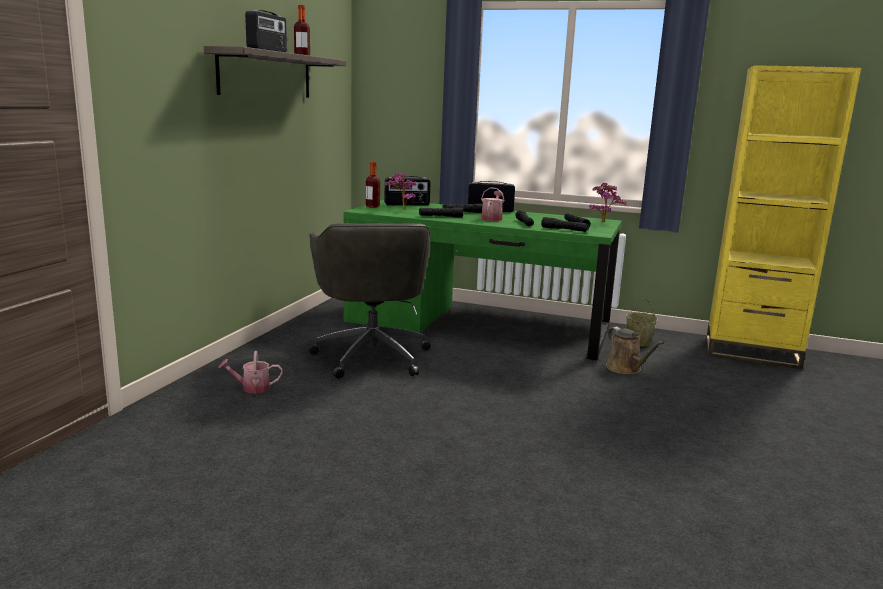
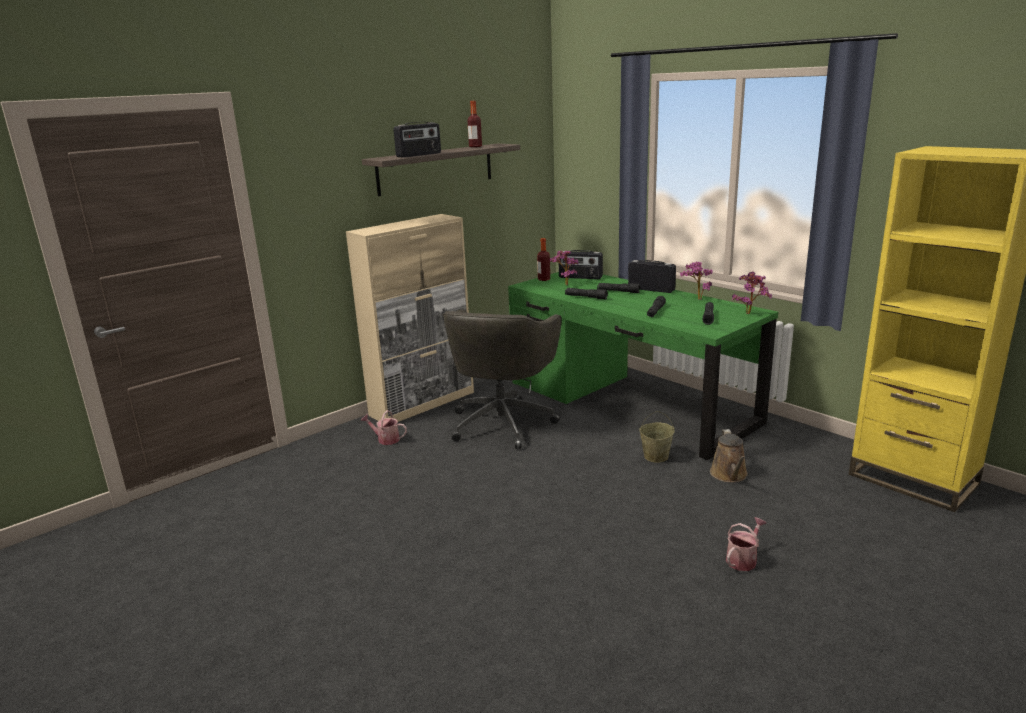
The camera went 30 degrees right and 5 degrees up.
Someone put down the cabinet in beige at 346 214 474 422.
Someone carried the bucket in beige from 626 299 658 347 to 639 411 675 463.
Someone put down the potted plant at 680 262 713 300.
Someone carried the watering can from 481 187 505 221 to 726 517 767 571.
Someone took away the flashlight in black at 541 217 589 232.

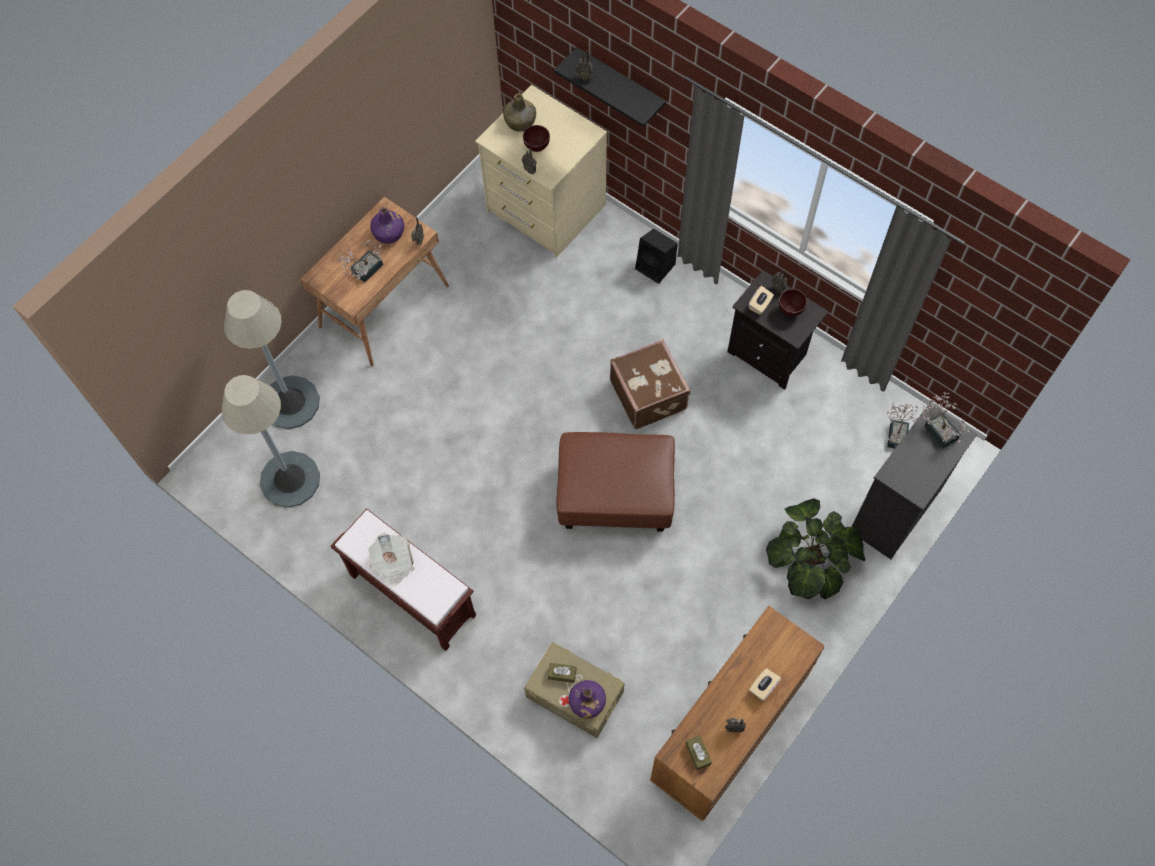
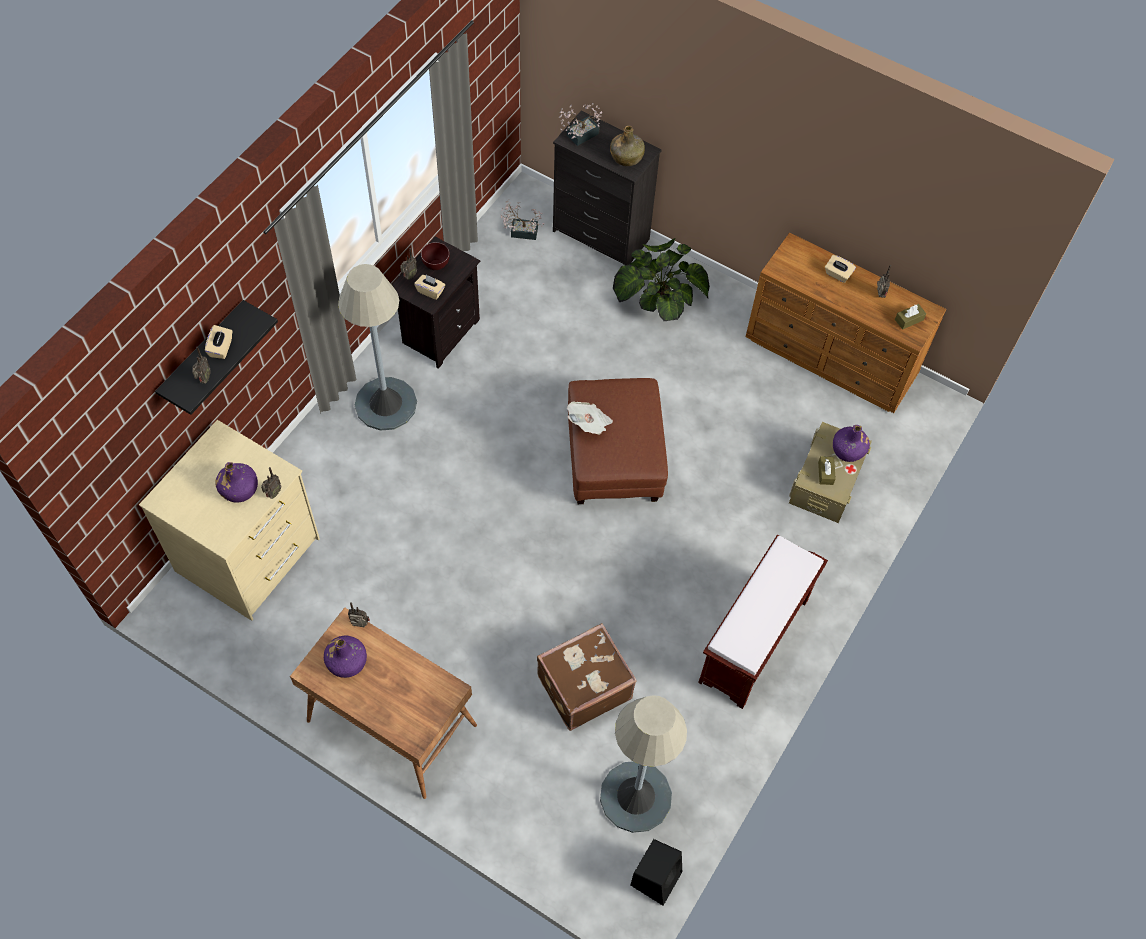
The camera went 100 degrees left and 5 degrees down.
Someone put down the tissue box in beige at 205 325 233 359.
Someone swapped the bowl in brown at 523 125 550 152 for the bottle in purple at 215 462 258 503.
Someone carried the floor lamp in grey from 224 290 320 429 to 338 264 417 431.
Someone carried the suitcase in brown from 610 340 691 429 to 537 623 637 731.
Someone carried the newspaper from 368 533 415 586 to 567 402 613 435.
Someone carried the bottle in green from 503 93 536 132 to 610 125 645 166.
Someone carried the speaker in black from 635 229 678 284 to 631 839 682 906.
Someone took away the potted plant at 339 240 383 283.

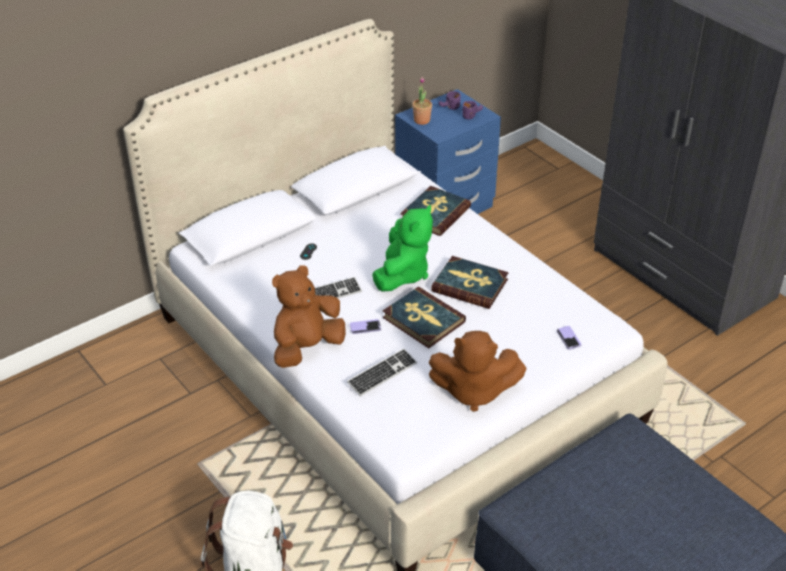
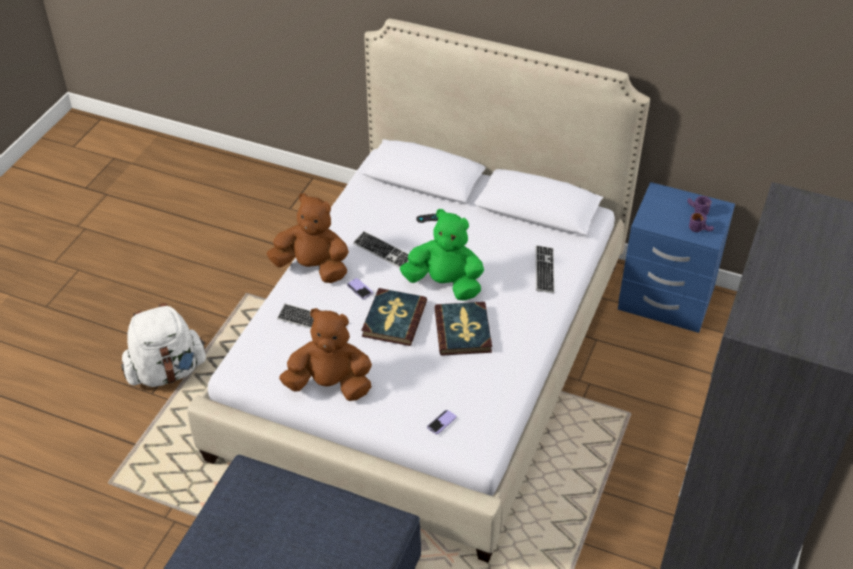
The camera went 60 degrees right and 5 degrees up.
Someone rotated the plush toy in brown at 429 331 526 412 by 120 degrees clockwise.
Someone rotated the plush toy in green at 372 205 433 292 by 150 degrees counterclockwise.
Someone swapped the book at 400 186 471 236 for the keyboard at 536 245 555 293.
Someone took away the potted plant at 413 77 432 125.

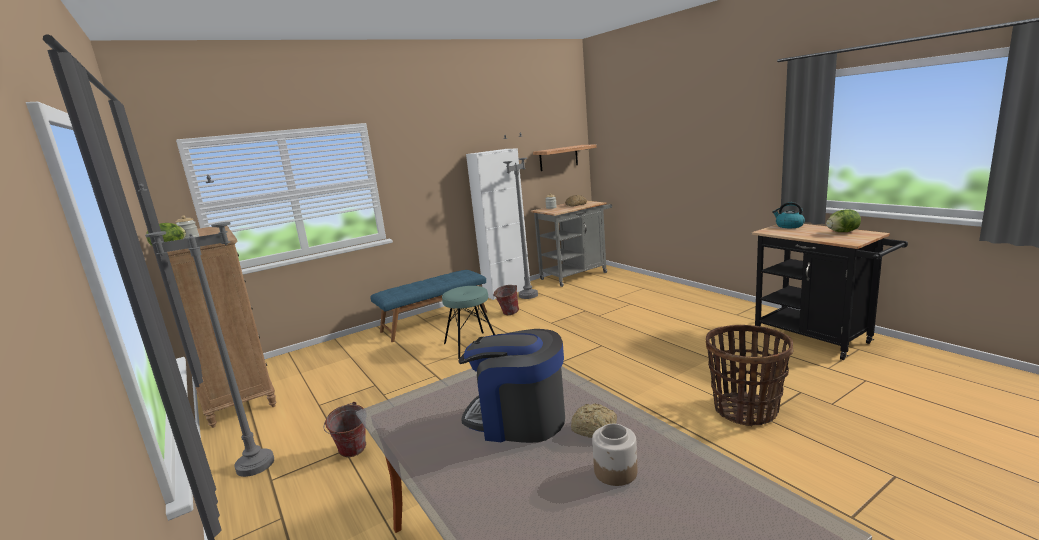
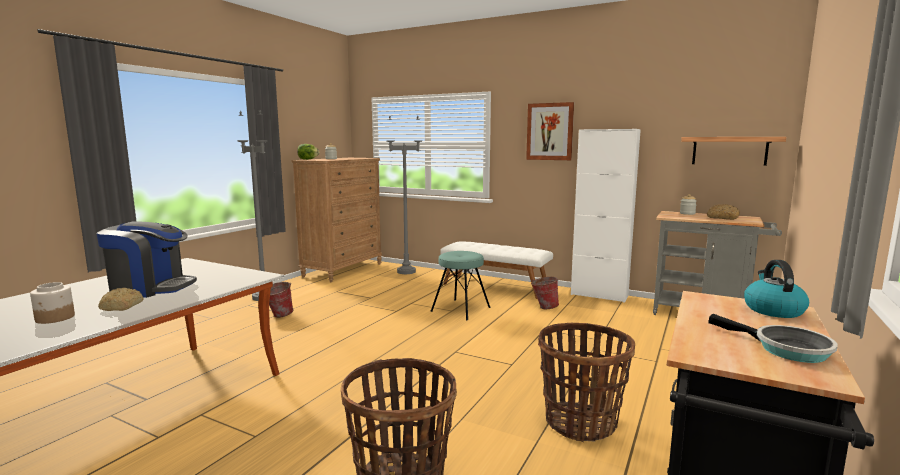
The camera went 60 degrees right and 5 degrees down.
Someone rotated the coffee machine at 458 329 565 443 by 105 degrees clockwise.
Someone carried the floor lamp in grey from 503 132 538 299 to 386 116 422 274.
Someone repainted the bench in blue at 370 270 487 342, which became the bench in white at 440 241 553 299.
Someone put up the picture at 526 102 574 160.
Someone put down the basket at 538 323 635 442.
Someone swapped the lettuce at 826 209 861 232 for the frying pan at 708 314 838 363.

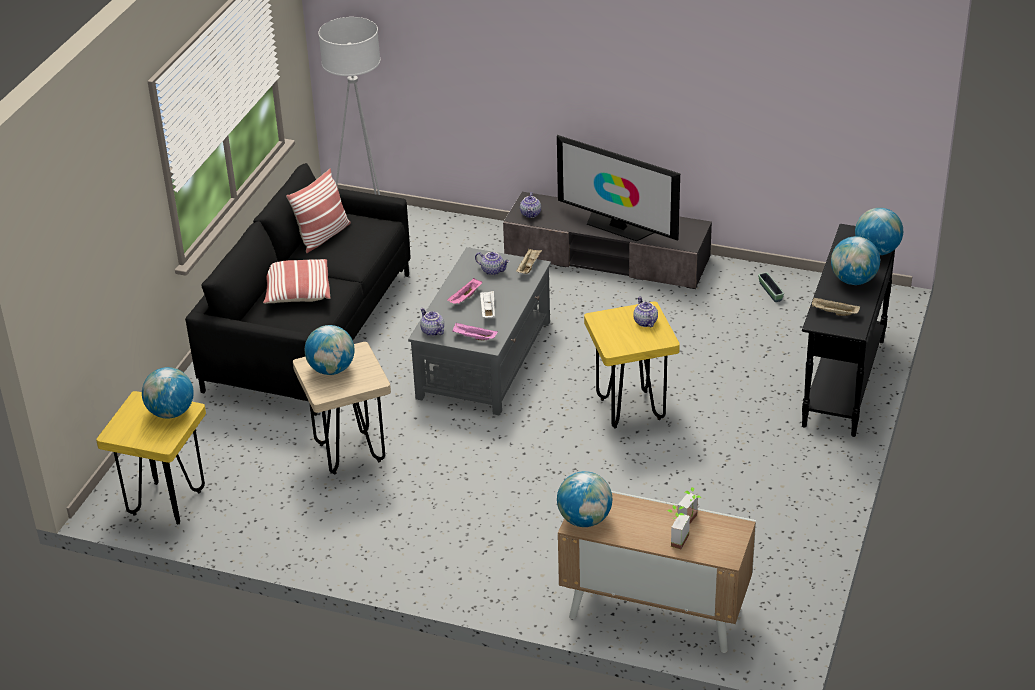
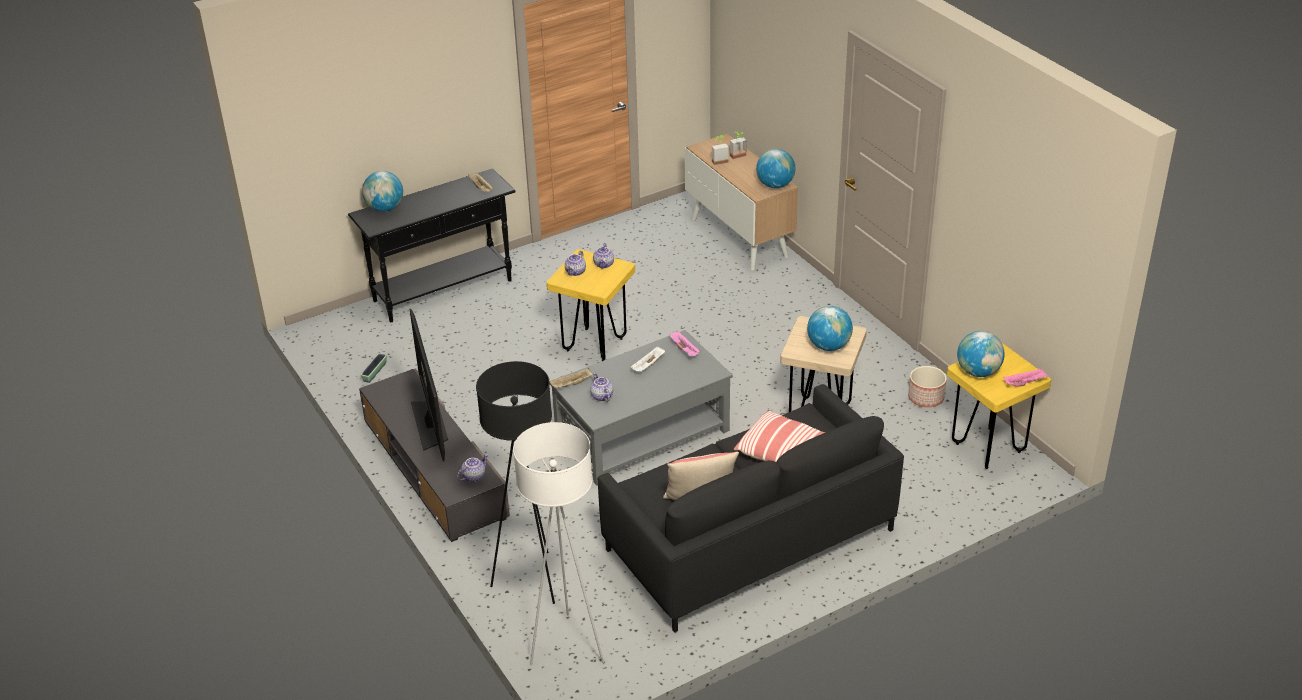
The camera went 140 degrees left and 0 degrees up.
Someone put down the floor lamp in black at 476 361 555 604.
Someone carried the teapot from 420 308 444 336 to 593 243 614 269.
Someone put down the planter at 908 366 947 408.
Someone carried the tray in pink from 447 278 482 304 to 1004 368 1049 387.
Someone took away the globe at 831 236 880 285.

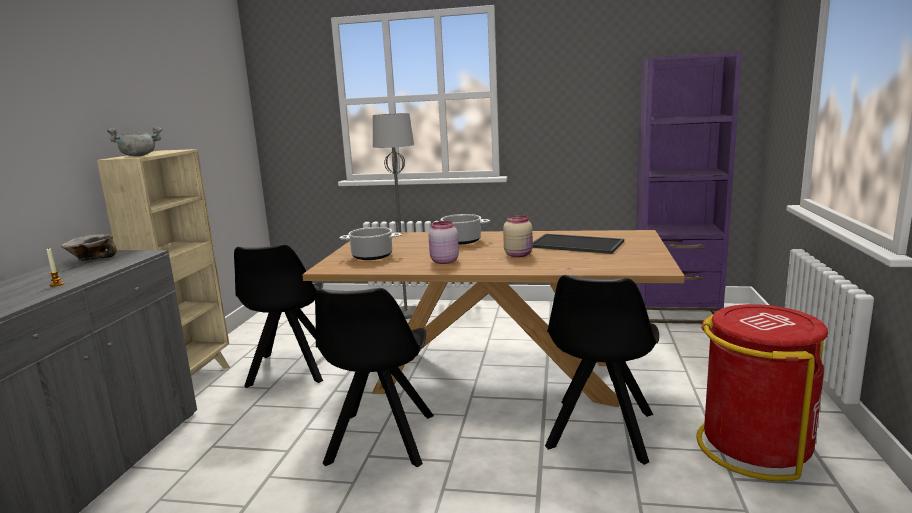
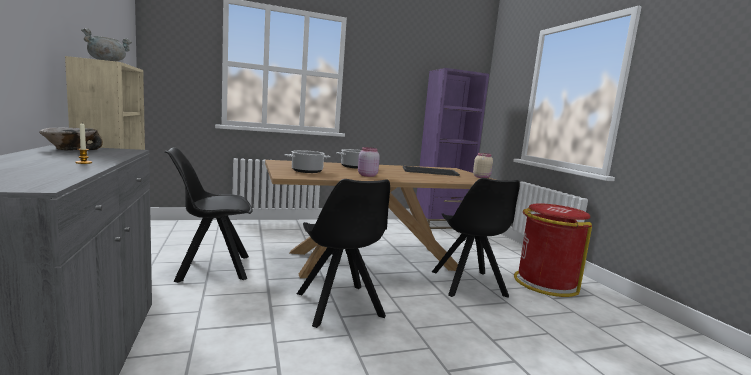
The camera went 30 degrees left and 5 degrees down.
Someone rotated the chair in black at 234 244 323 388 by 105 degrees clockwise.
Someone carried the jar in beige from 503 215 533 257 to 473 153 493 178.
Someone took away the floor lamp in grey at 373 113 417 319.

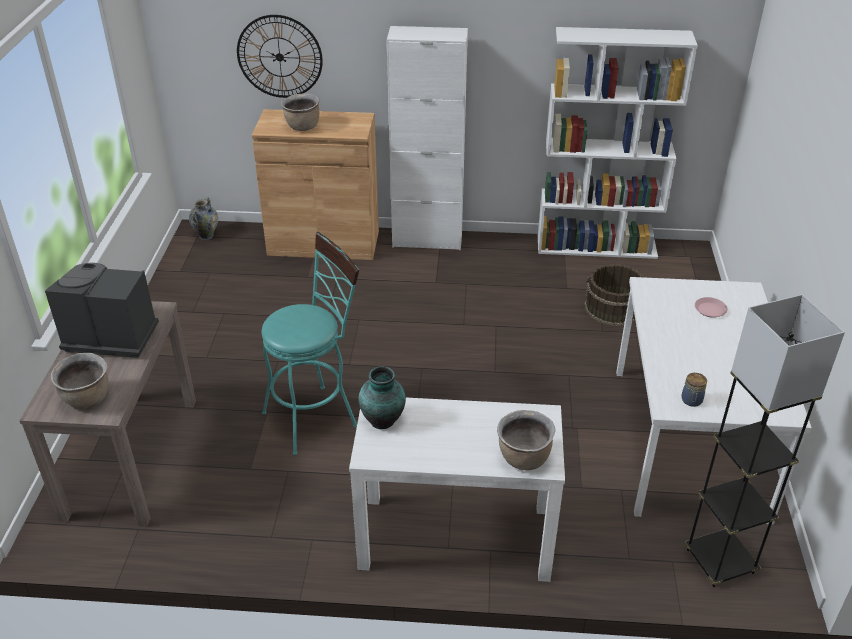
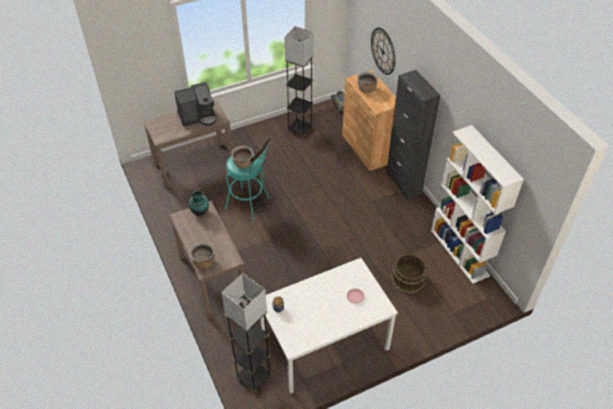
The camera went 60 degrees right and 10 degrees up.
Someone repainted the console table in white at 349 398 565 582, which became the console table in brown at 170 201 248 319.
Someone rotated the coffee machine at 45 263 159 358 by 90 degrees clockwise.
Someone carried the cooking pot in brown from 51 353 108 409 to 231 146 253 169.
Someone put down the floor lamp in grey at 285 26 314 138.
Someone repainted the cabinet in white at 387 26 468 250, which became the cabinet in black at 386 70 441 199.

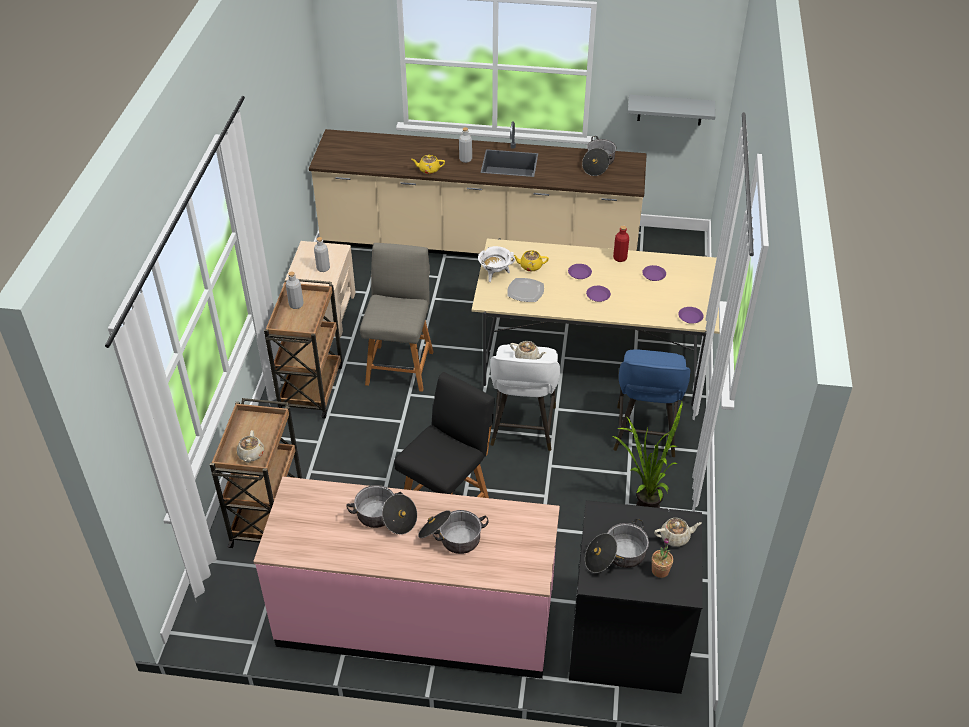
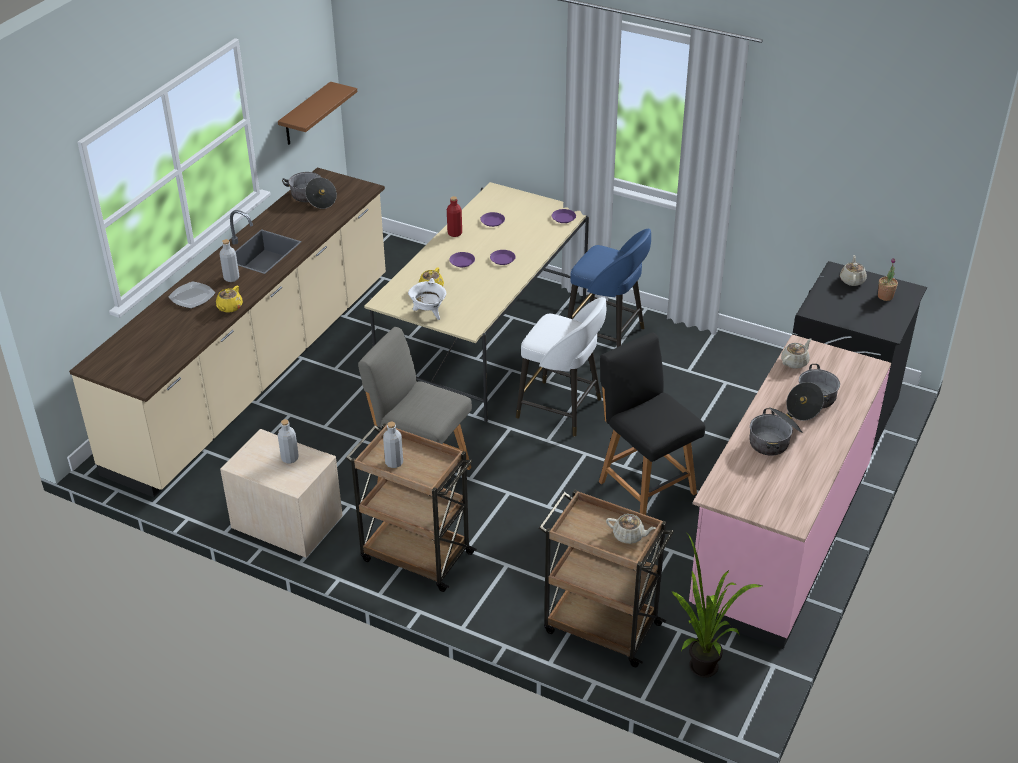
The camera went 70 degrees left and 5 degrees down.
Someone carried the plate from 507 278 544 302 to 168 281 216 308.
Someone repainted the shelf in grey at 628 95 716 125, which became the shelf in brown at 278 82 357 145.
Someone carried the potted plant from 613 400 683 508 to 671 533 763 678.
Someone carried the teapot in beige from 510 341 546 360 to 781 338 811 369.
Someone took away the cooking pot at 585 519 649 573.

